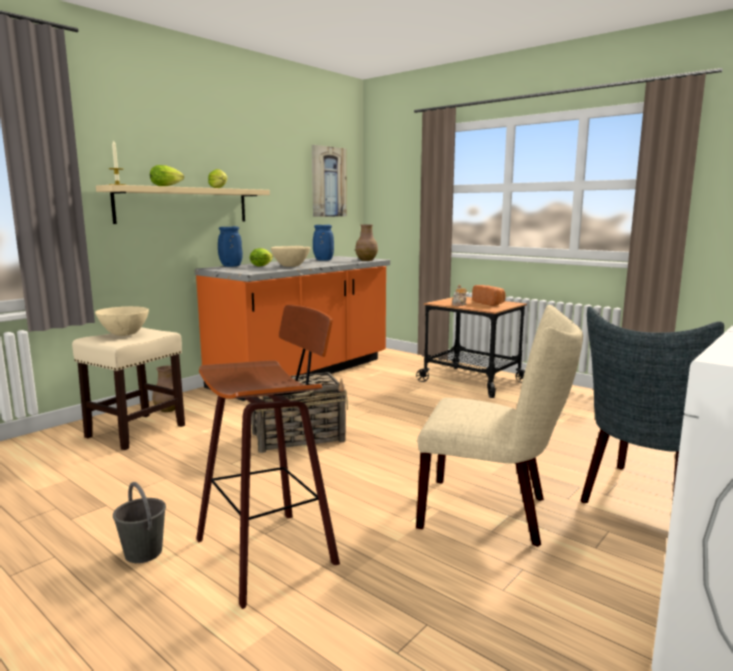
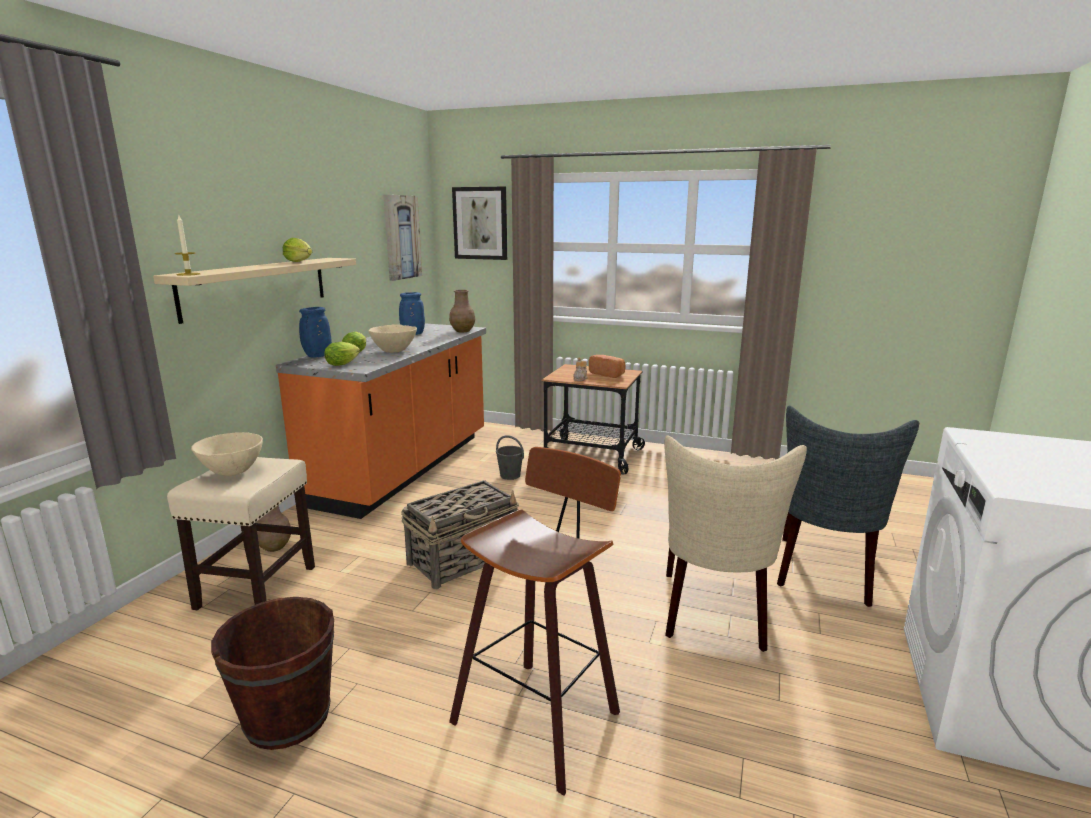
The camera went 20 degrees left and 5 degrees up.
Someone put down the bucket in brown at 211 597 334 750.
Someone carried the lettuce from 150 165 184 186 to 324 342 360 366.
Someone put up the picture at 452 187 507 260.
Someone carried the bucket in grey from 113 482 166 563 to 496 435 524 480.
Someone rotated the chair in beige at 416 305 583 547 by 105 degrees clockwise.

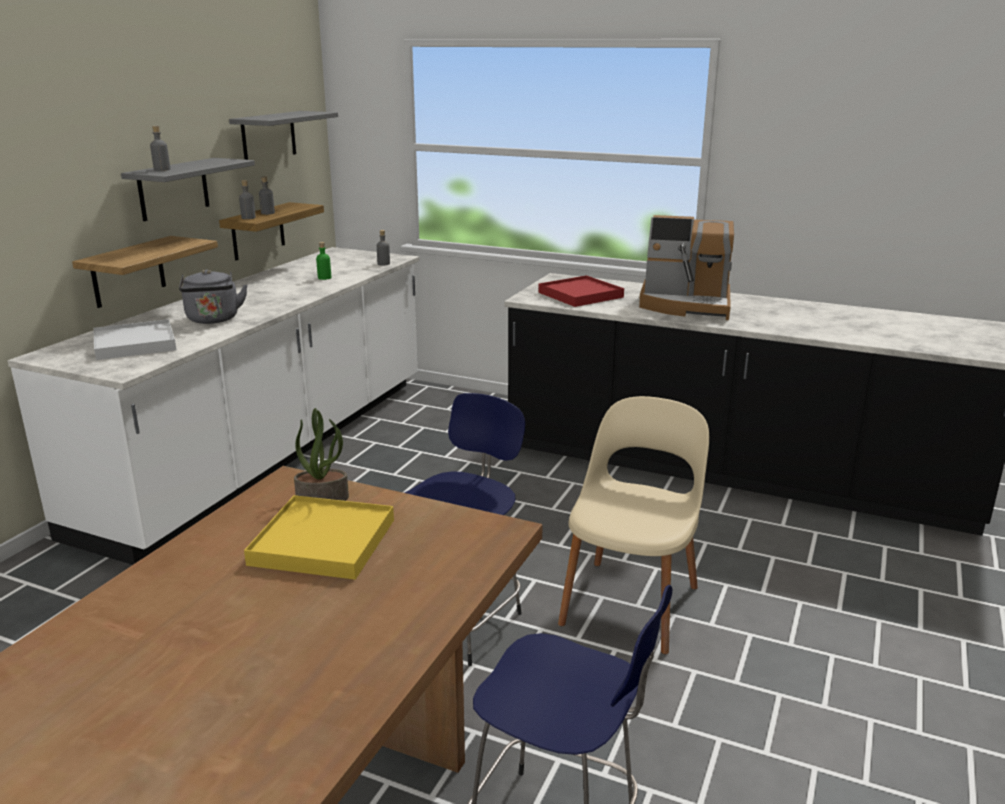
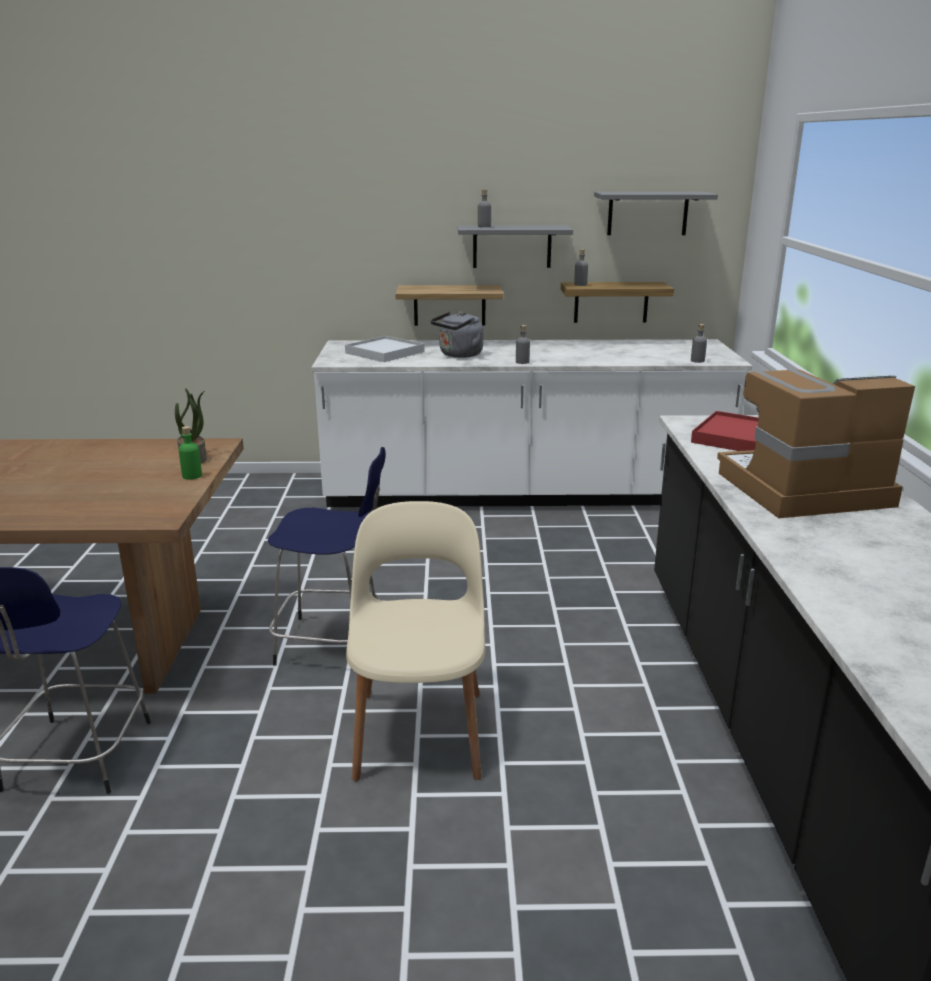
The camera went 65 degrees right and 0 degrees up.
Someone carried the bottle in green from 316 242 331 280 to 179 426 202 480.
Someone rotated the chair in beige at 558 396 709 654 by 90 degrees counterclockwise.
Someone carried the bottle in grey from 259 177 275 215 to 516 325 530 364.
Someone rotated the coffee machine at 639 215 734 320 by 90 degrees clockwise.
Someone took away the tray in yellow at 244 495 394 580.

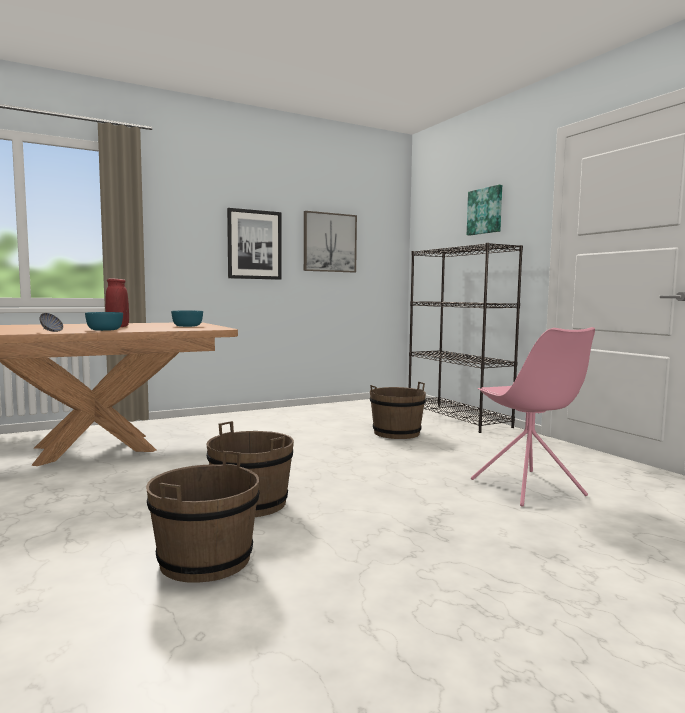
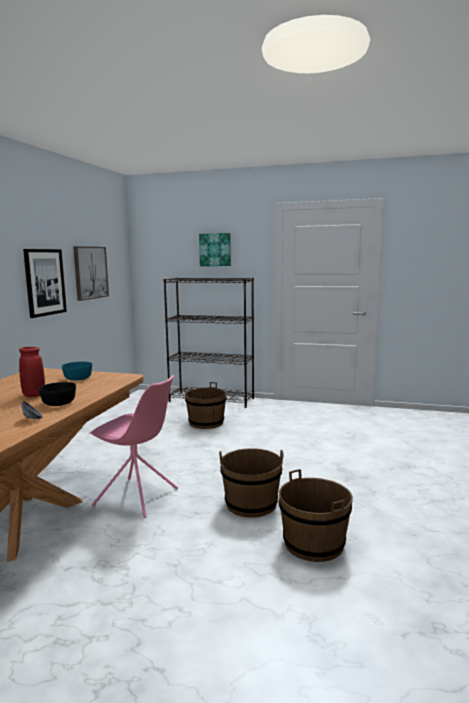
The camera went 45 degrees left and 5 degrees up.
Someone repainted the bowl in turquoise at 85 312 123 331, which became the bowl in black at 39 382 76 406.
Someone carried the chair in pink from 471 327 595 507 to 89 375 178 518.

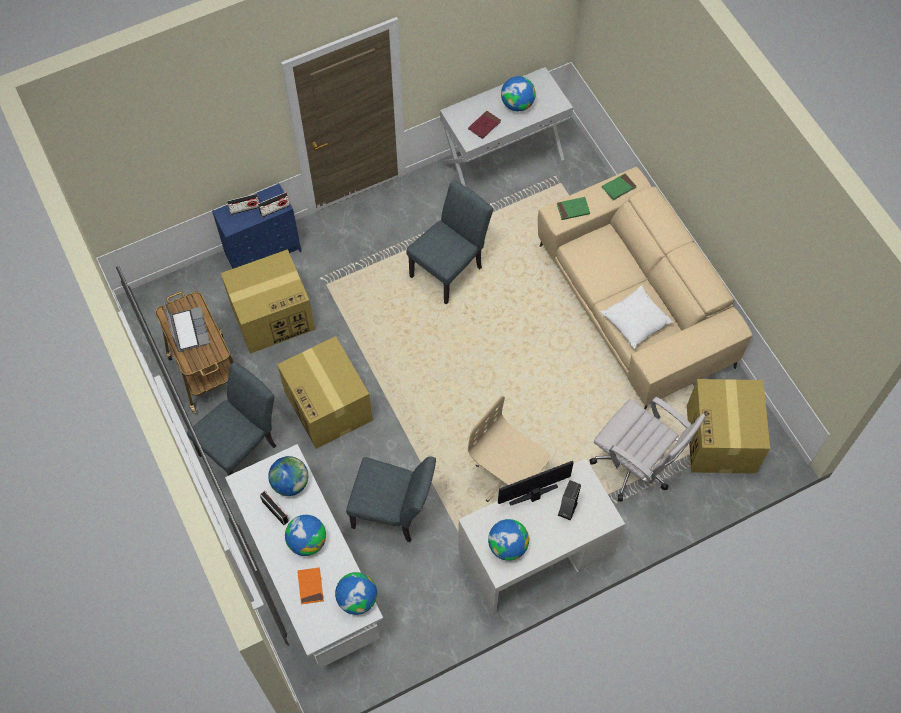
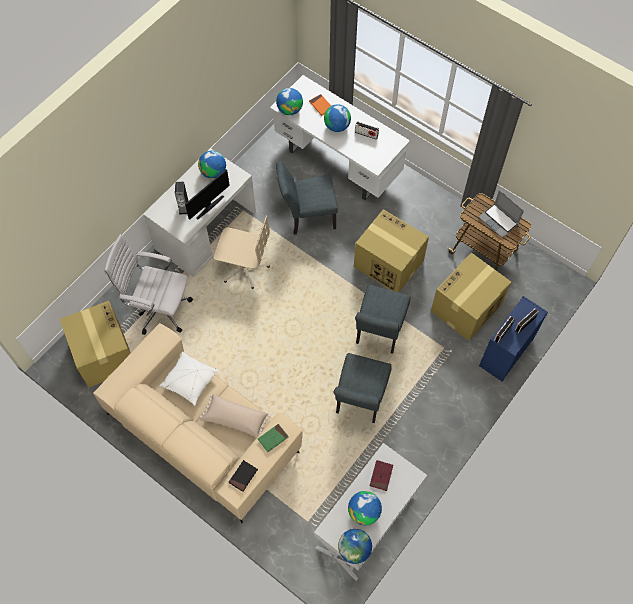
The camera went 155 degrees right and 0 degrees up.
Someone put down the pillow in beige at 200 394 270 438.
Someone repainted the book in green at 602 174 636 200, which became the book in black at 229 460 258 492.
Someone carried the globe from 268 456 308 496 to 338 529 372 564.
Someone carried the chair in grey from 187 362 276 476 to 355 285 411 354.

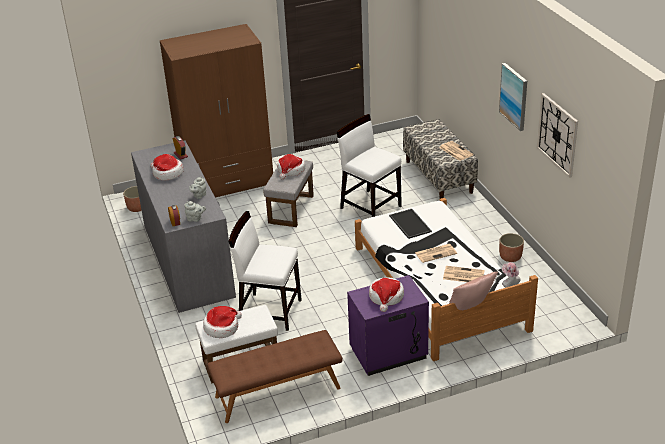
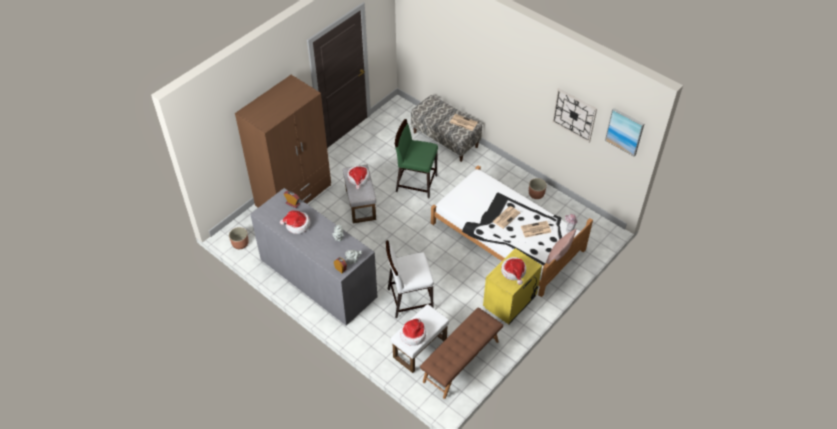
The camera went 30 degrees left and 15 degrees up.
Someone repainted the chair in white at 337 114 402 217, which became the chair in green at 395 119 438 198.
Someone repainted the nightstand in purple at 347 275 429 376, which became the nightstand in yellow at 483 248 542 324.
Someone carried the picture from 499 63 527 131 to 605 108 644 157.
Someone took away the tray at 389 209 432 239.

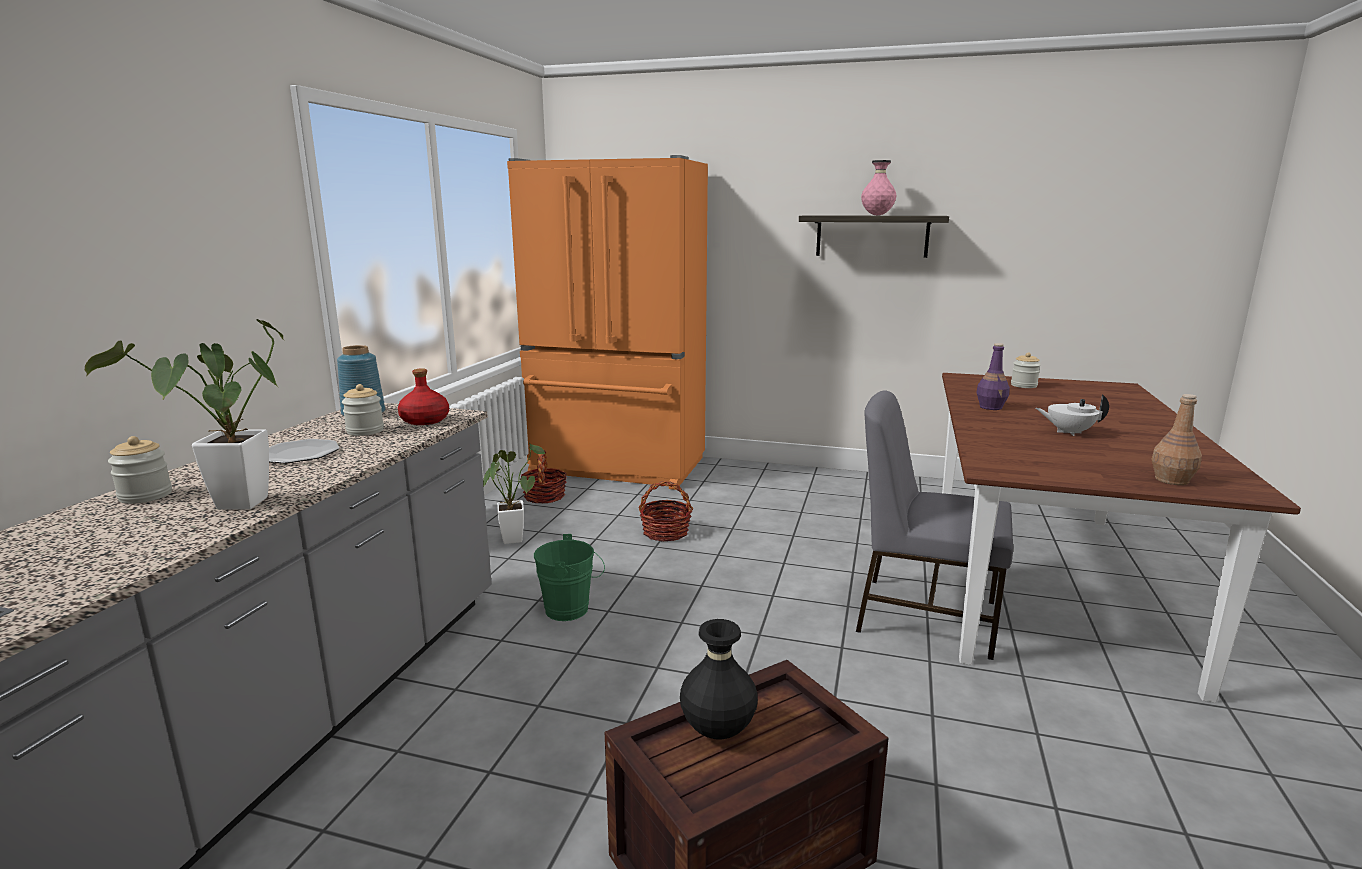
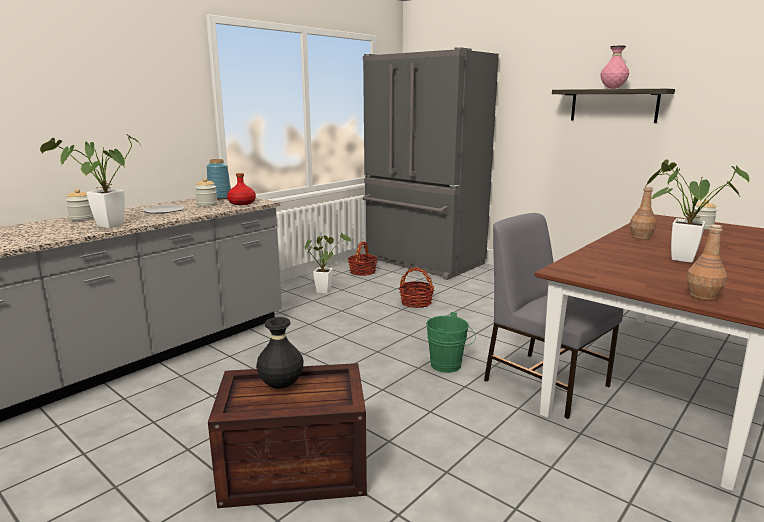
The camera went 25 degrees right and 0 degrees up.
Someone repainted the fridge in orange at 507 155 708 490, which became the fridge in grey at 363 47 499 280.
Someone carried the bucket in green from 534 534 605 621 to 426 312 476 373.
Someone repainted the bottle in purple at 976 343 1010 410, which became the bottle in brown at 630 186 657 239.
Someone swapped the teapot in white at 1036 394 1109 436 for the potted plant at 647 160 750 263.

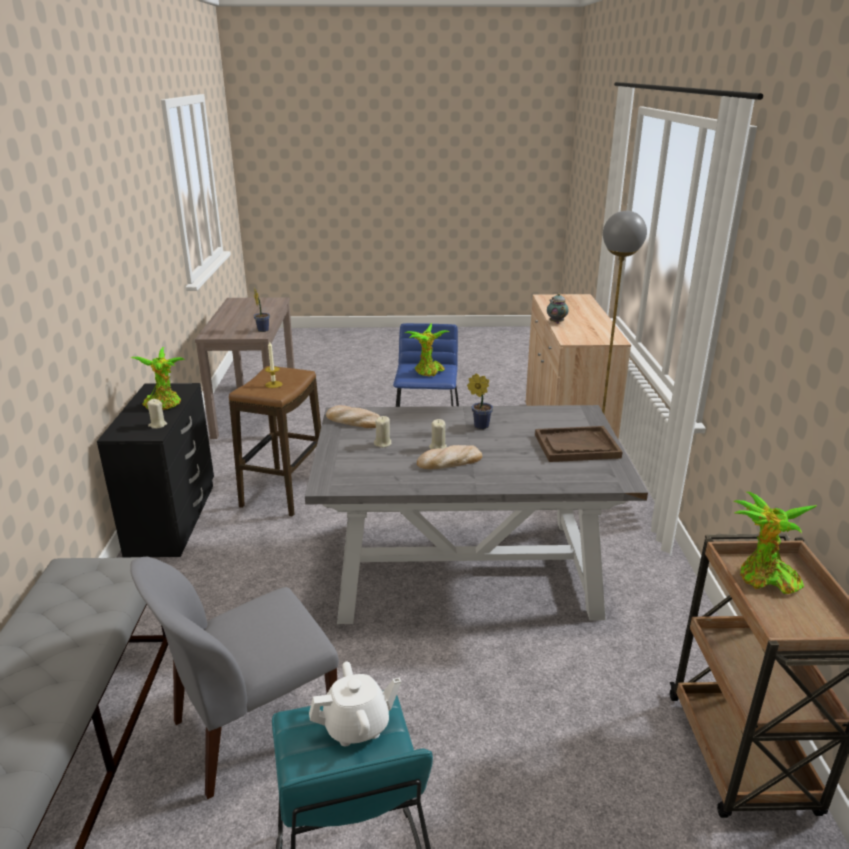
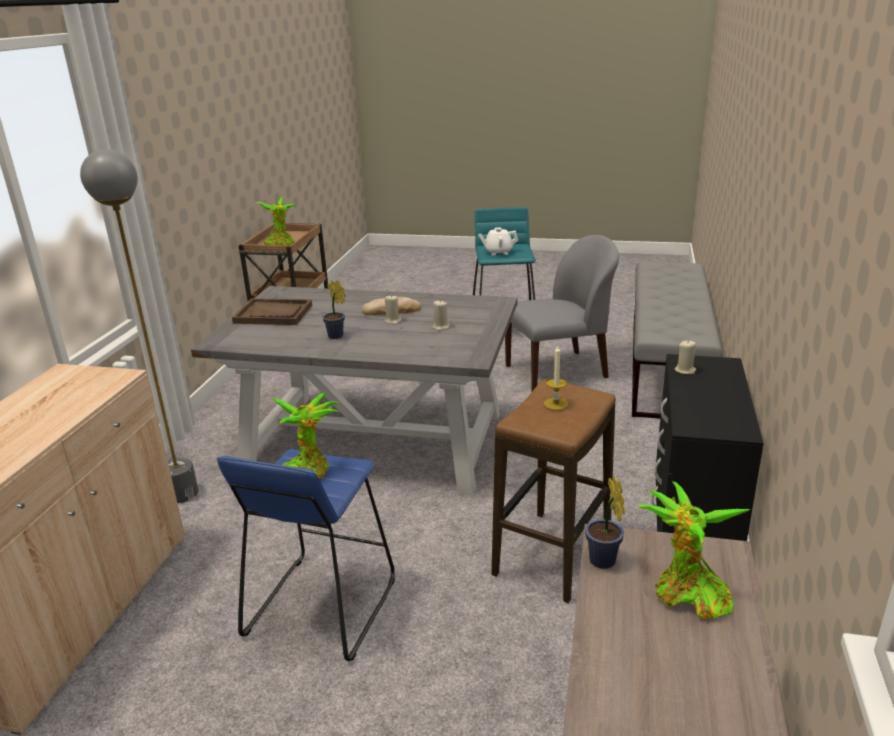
The camera went 165 degrees left and 0 degrees up.
Someone carried the potted plant from 131 347 186 410 to 636 481 751 619.
Someone took away the bread at 326 405 381 428.
Someone took away the teapot at 547 293 569 324.

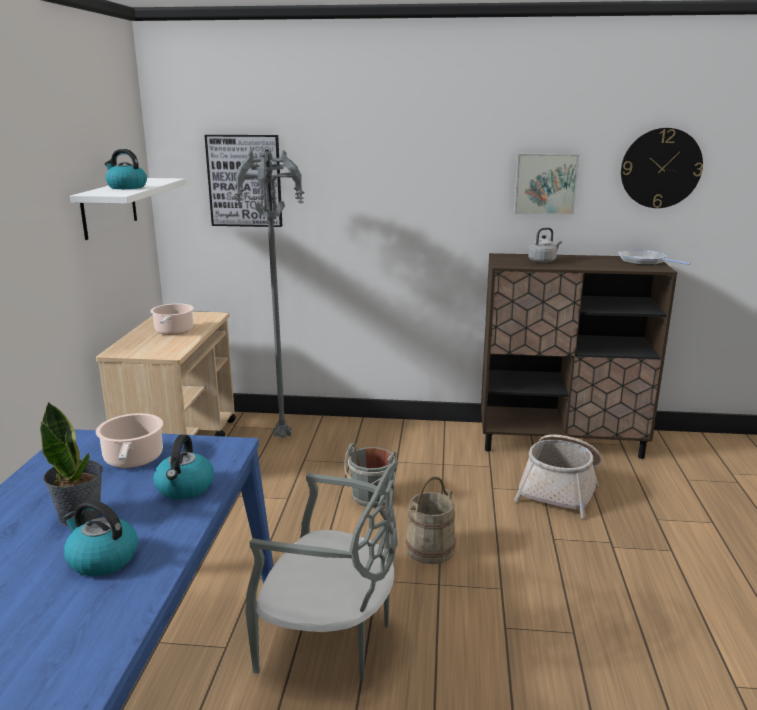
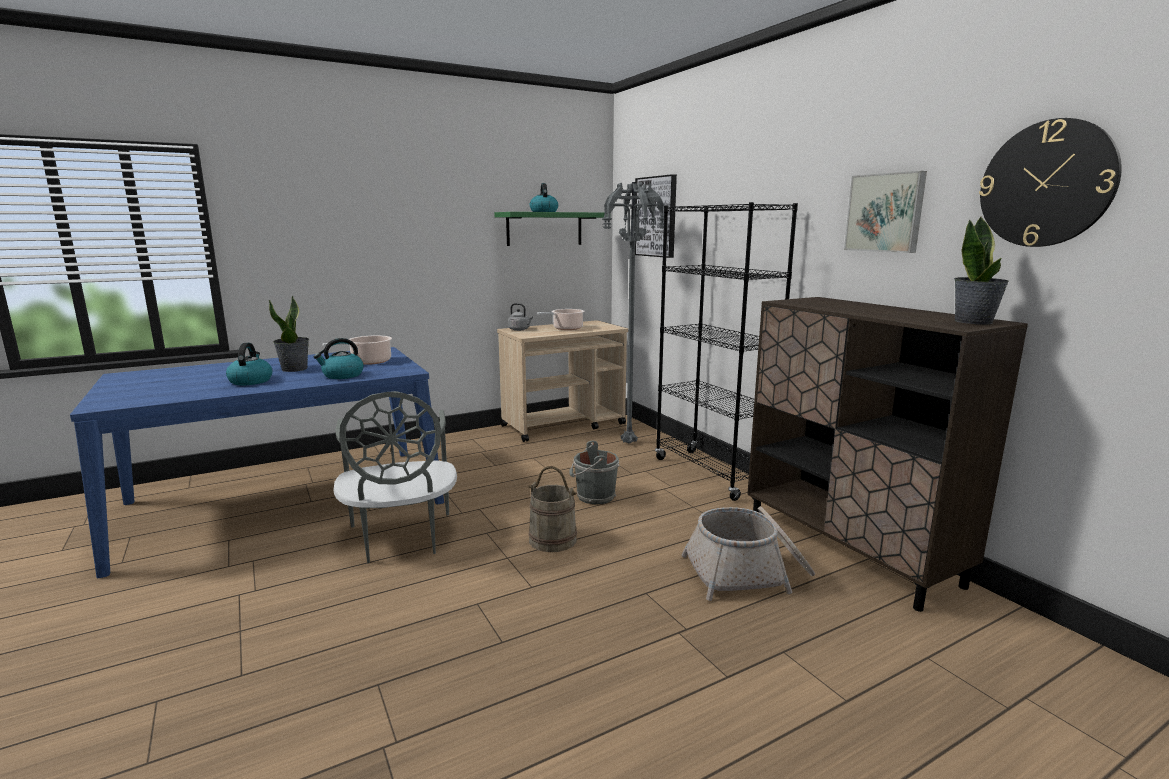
The camera went 55 degrees right and 5 degrees down.
Someone repainted the shelf in white at 70 178 186 240, which became the shelf in green at 494 212 611 246.
Someone carried the kettle in grey from 528 227 562 263 to 508 303 533 331.
Someone put down the bookcase in black at 655 202 798 501.
Someone swapped the frying pan at 619 250 691 265 for the potted plant at 954 217 1009 324.

